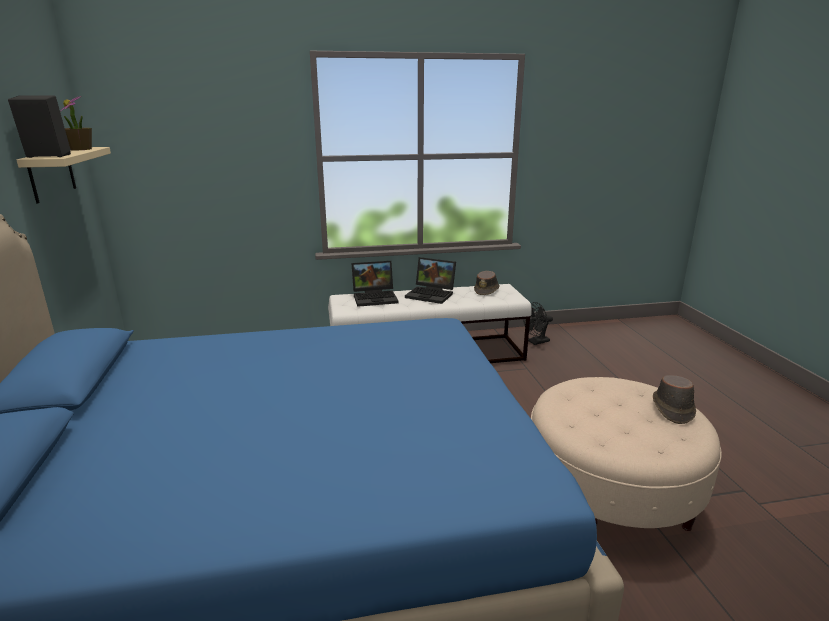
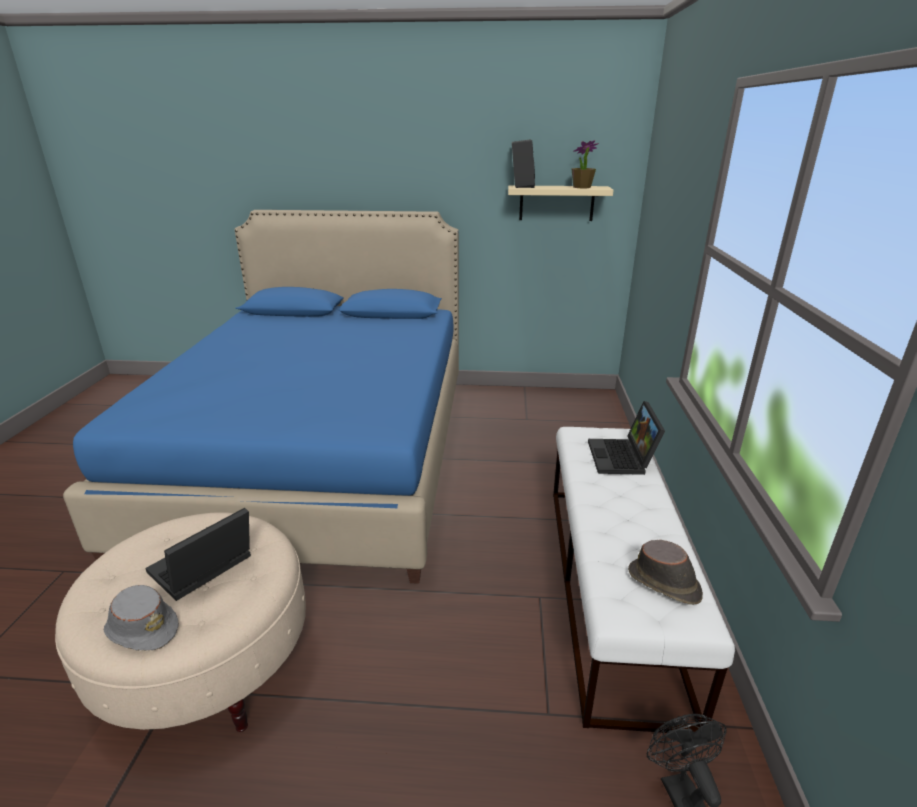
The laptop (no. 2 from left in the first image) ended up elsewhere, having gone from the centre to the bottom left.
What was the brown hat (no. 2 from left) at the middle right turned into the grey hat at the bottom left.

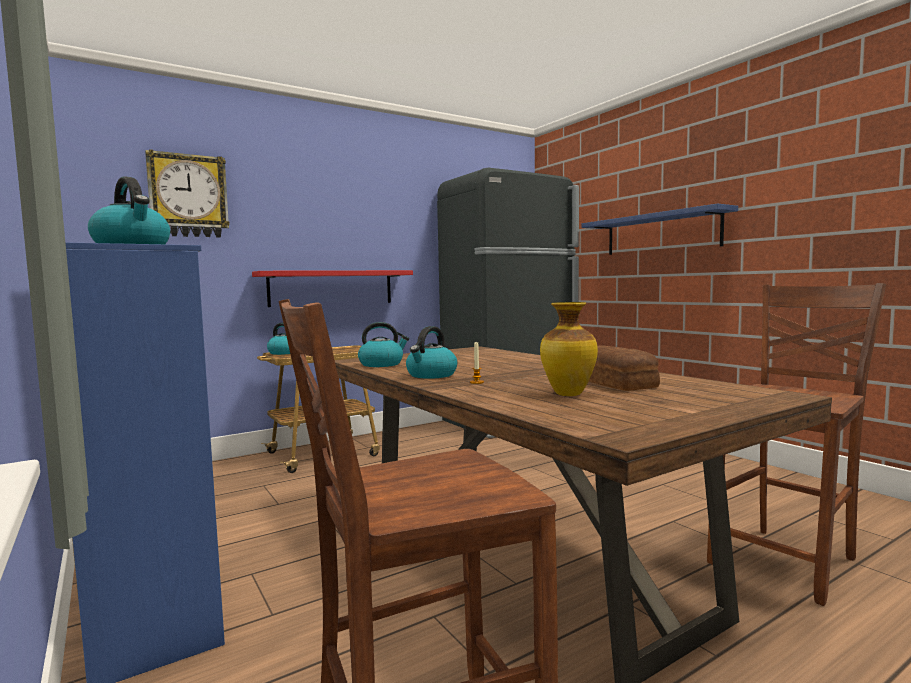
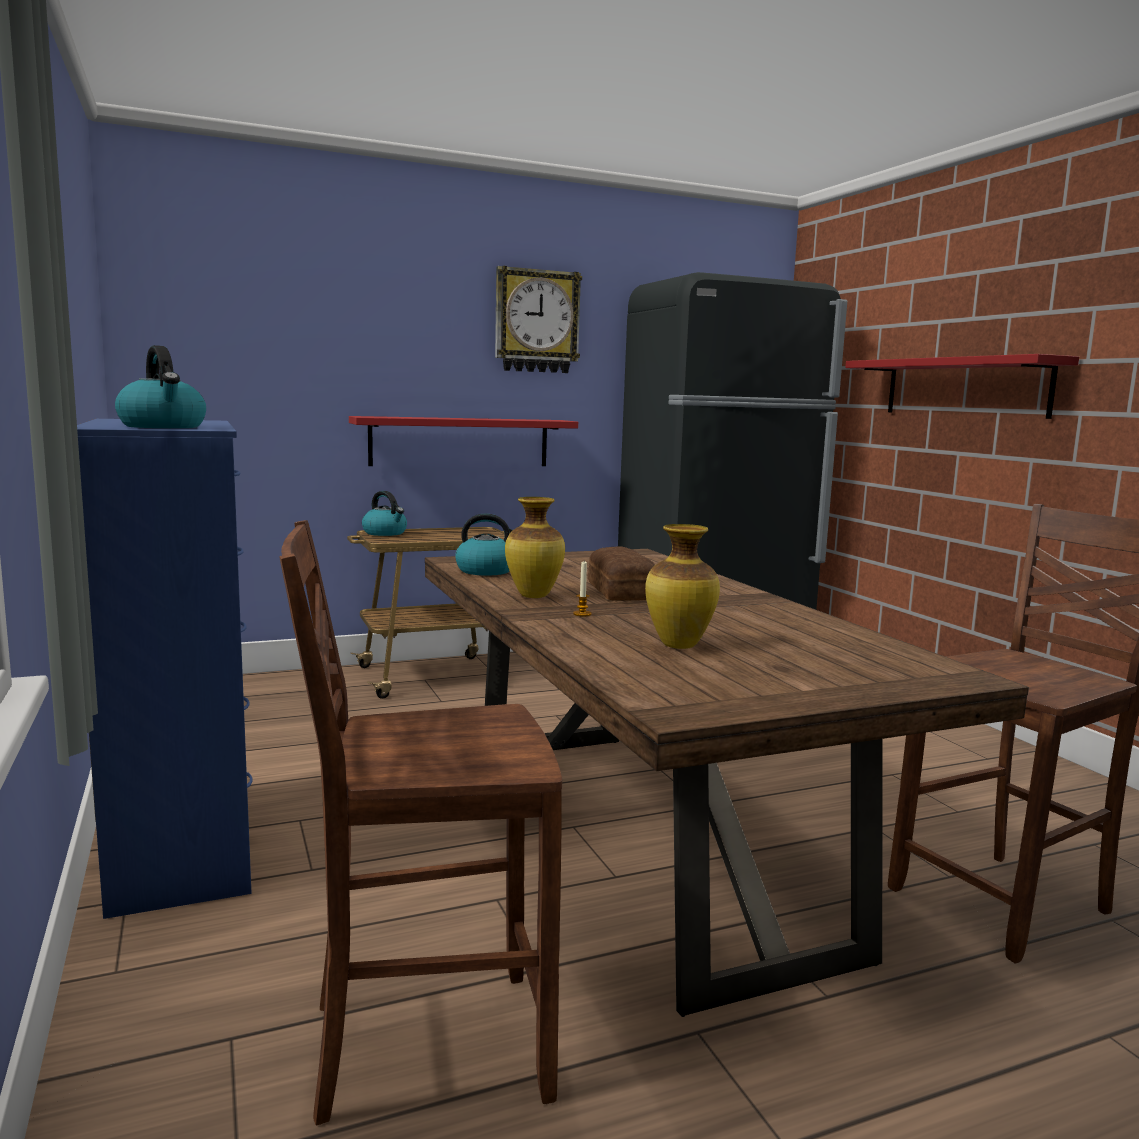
The clock on the wall ended up elsewhere, having gone from the top left to the top centre.
Where the tea kettle (no. 4 from left) stood at the centre, the decorative vase (no. 1 from left) came to stand at the centre.
What was the bluish shelf at the middle right turned into the red shelf (no. 2 from left) at the middle right.
The bread ended up elsewhere, having gone from the middle right to the centre.

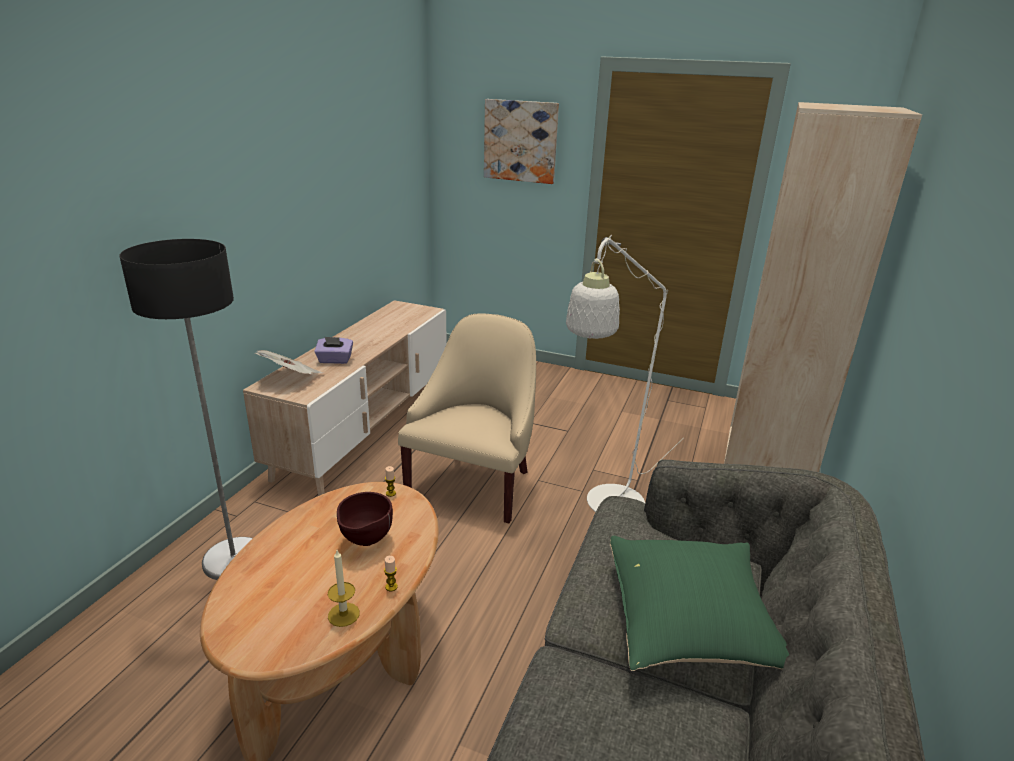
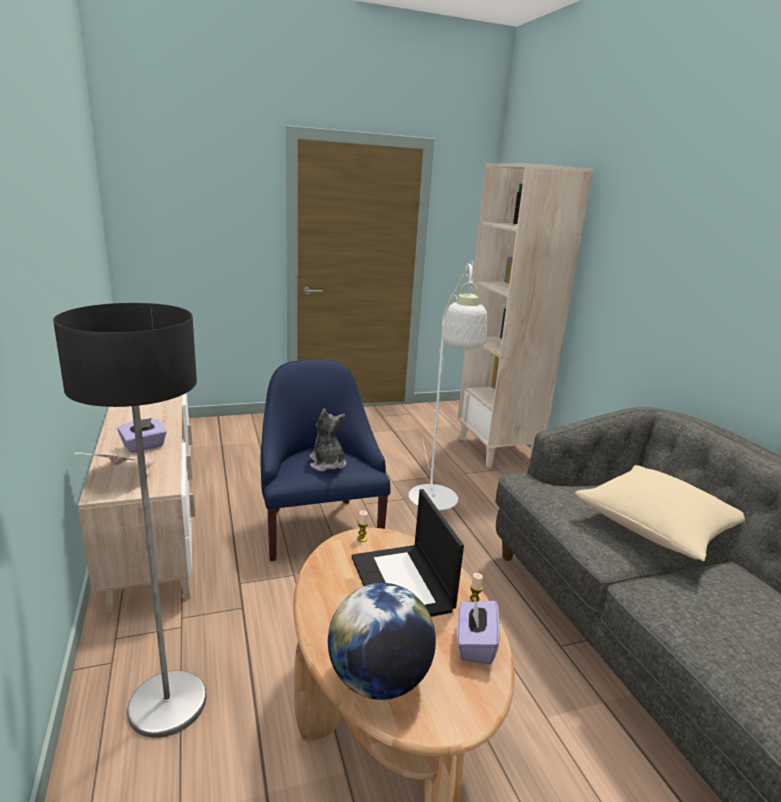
Where the candle (no. 1 from left) stood at the bottom centre, the purplish tissue box (no. 2 from left) came to stand at the bottom centre.
Where the brown deep dish stood at the bottom centre, the laptop came to stand at the bottom centre.
What was the beige-coloured easy chair at the centre turned into the bluish easy chair at the centre.
The second view lost the picture at the top centre.
What was the greenish pillow at the bottom right turned into the beige-coloured pillow at the middle right.
The second view gained the cuddly toy at the centre.
The second view gained the world globe at the bottom centre.

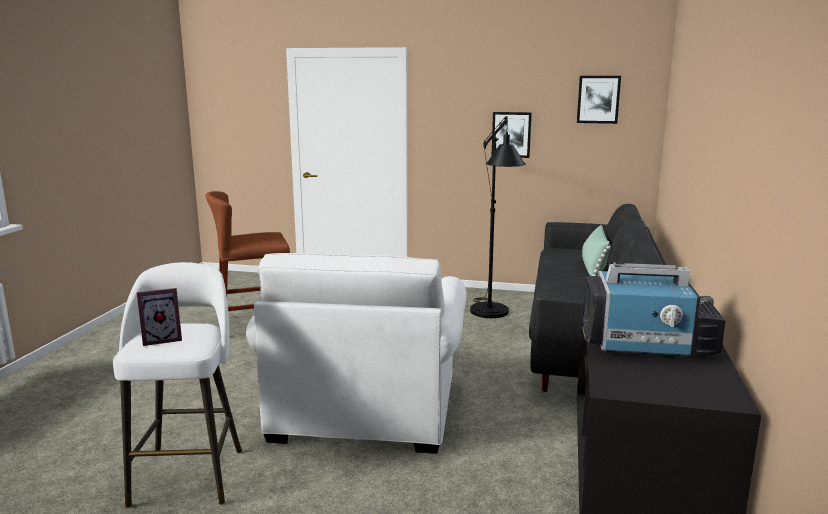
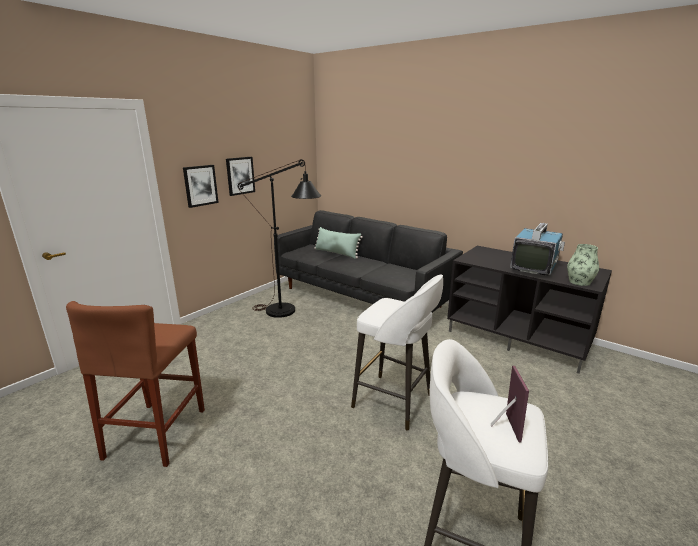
Where the whitish easy chair stood at the bottom centre, the whitish stool seat (no. 1 from left) came to stand at the centre.
The picture (no. 2 from left in the first image) ended up elsewhere, having gone from the top right to the middle left.
The second view gained the decorative vase at the middle right.

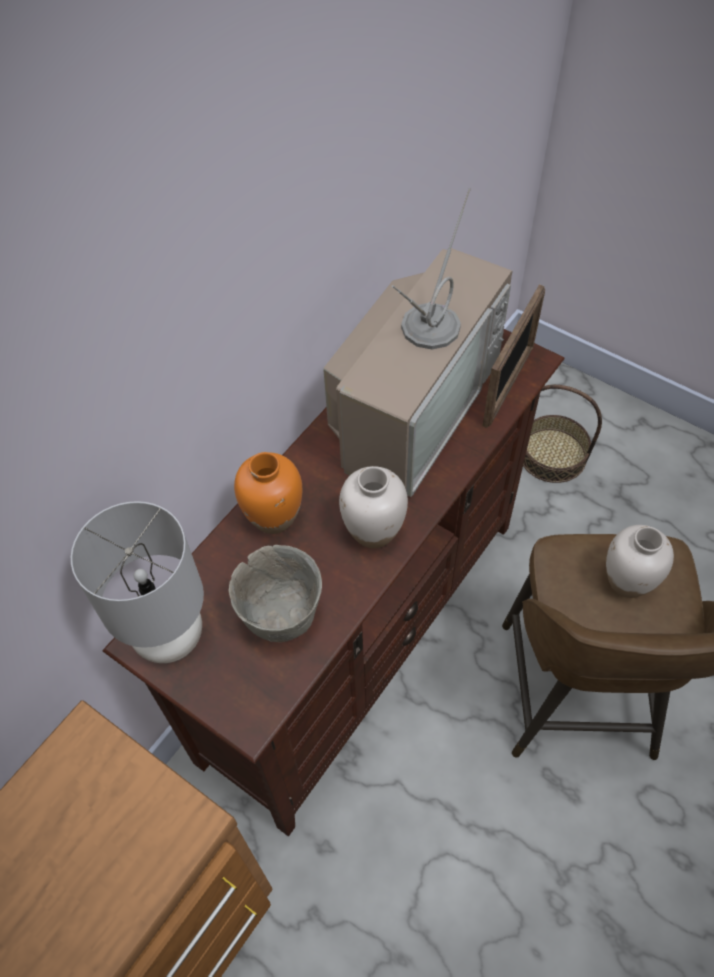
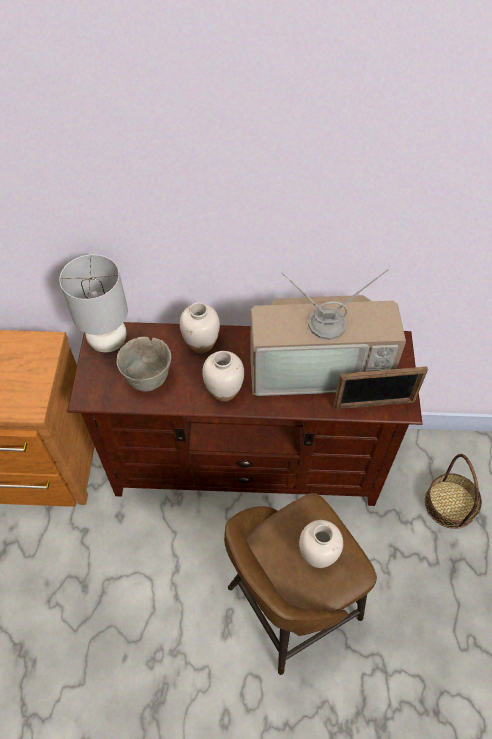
What was the orangey decorative vase at the centre turned into the whitish decorative vase (no. 1 from left) at the centre.

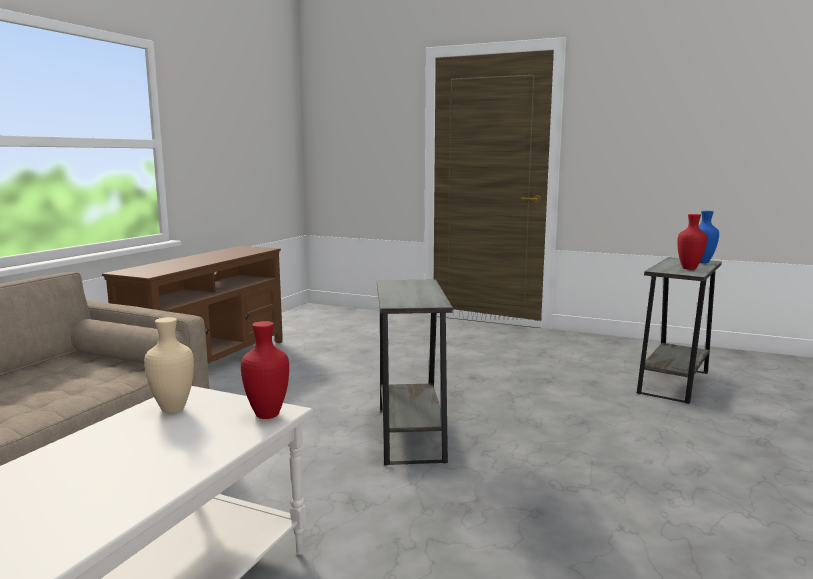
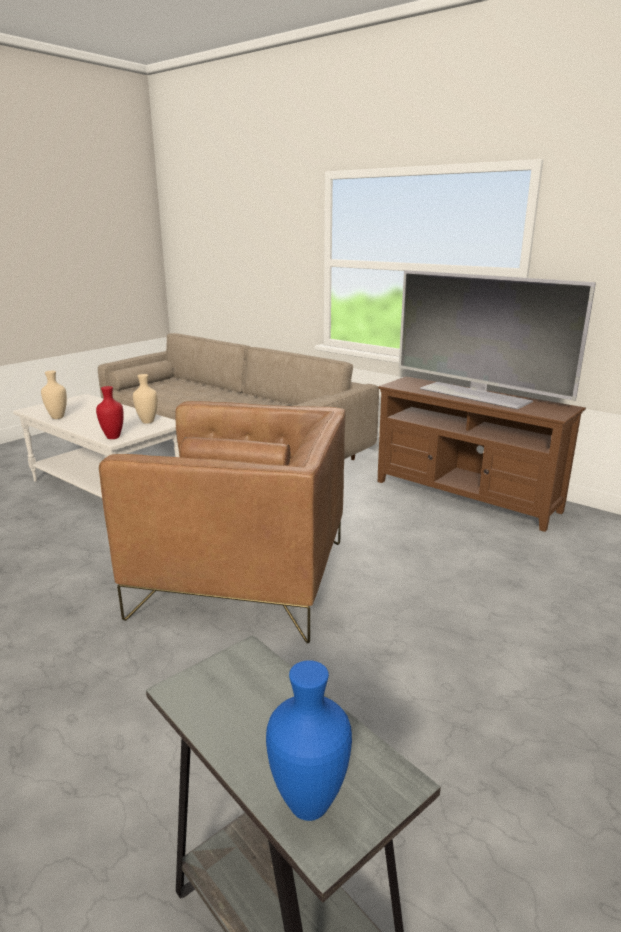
Where the grey end table (no. 1 from left) stood at the centre, the brown easy chair came to stand at the centre.
The second view lost the red decorative vase (no. 2 from left) at the middle right.
The second view gained the beige-coloured decorative vase (no. 1 from left) at the middle left.
The second view gained the TV set at the middle right.

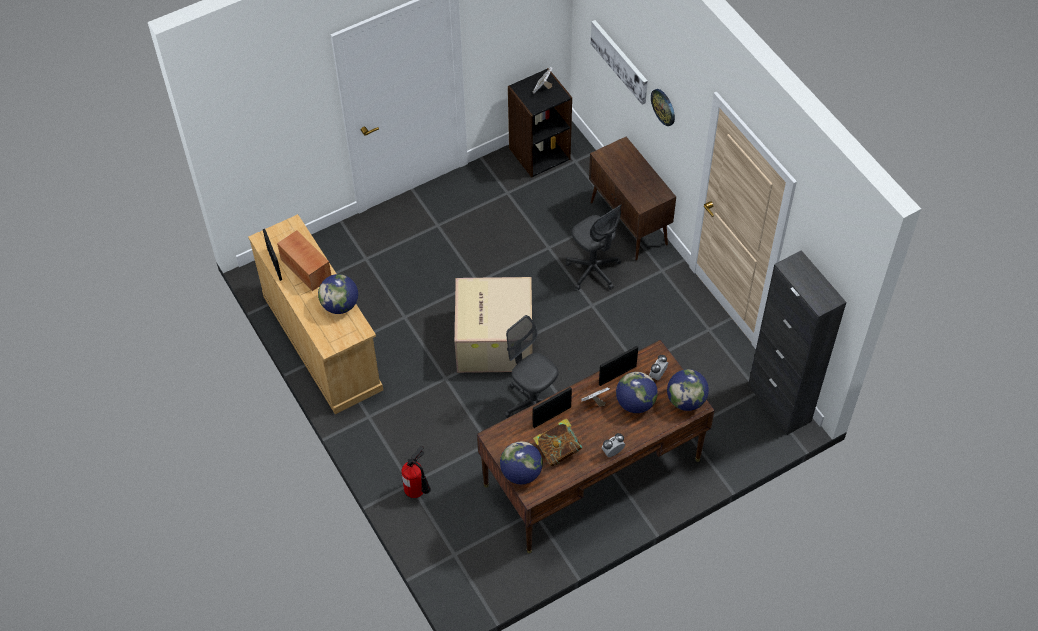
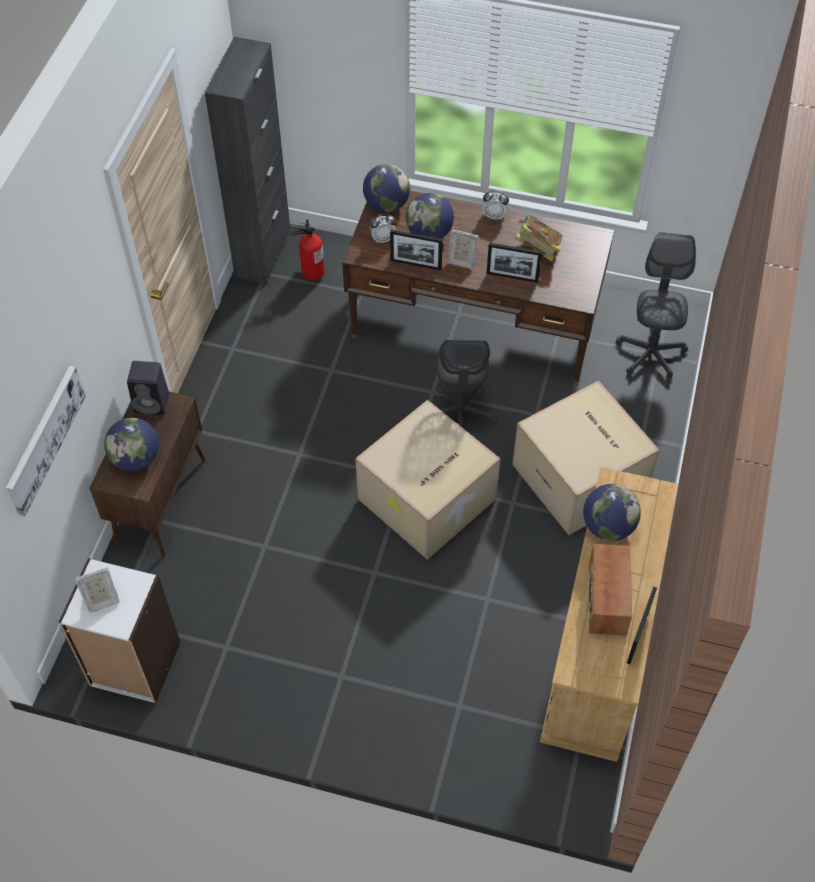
The fire-fighting cylinder ended up elsewhere, having gone from the bottom centre to the top centre.
The world globe (no. 2 from left in the first image) ended up elsewhere, having gone from the bottom centre to the middle left.
What was the black shelving unit at the top centre turned into the whitish shelving unit at the bottom left.
The grey desk chair (no. 2 from left) ended up elsewhere, having gone from the centre to the middle right.
The second view lost the clock on the wall at the top centre.
The second view gained the black audio speaker at the middle left.
The second view gained the packing box (no. 2 from left) at the middle right.

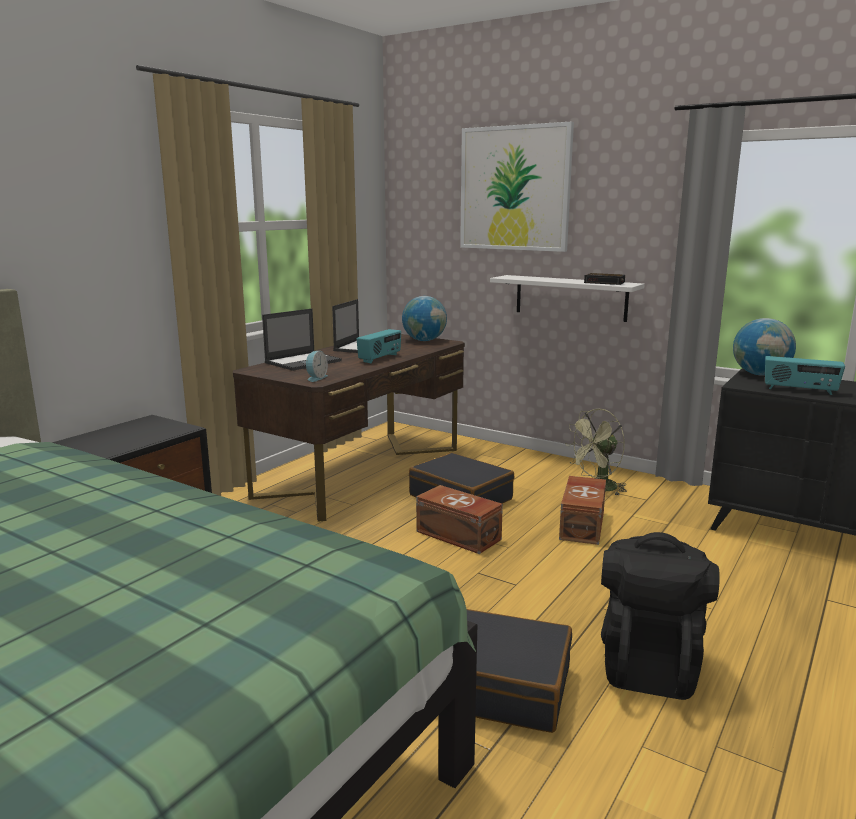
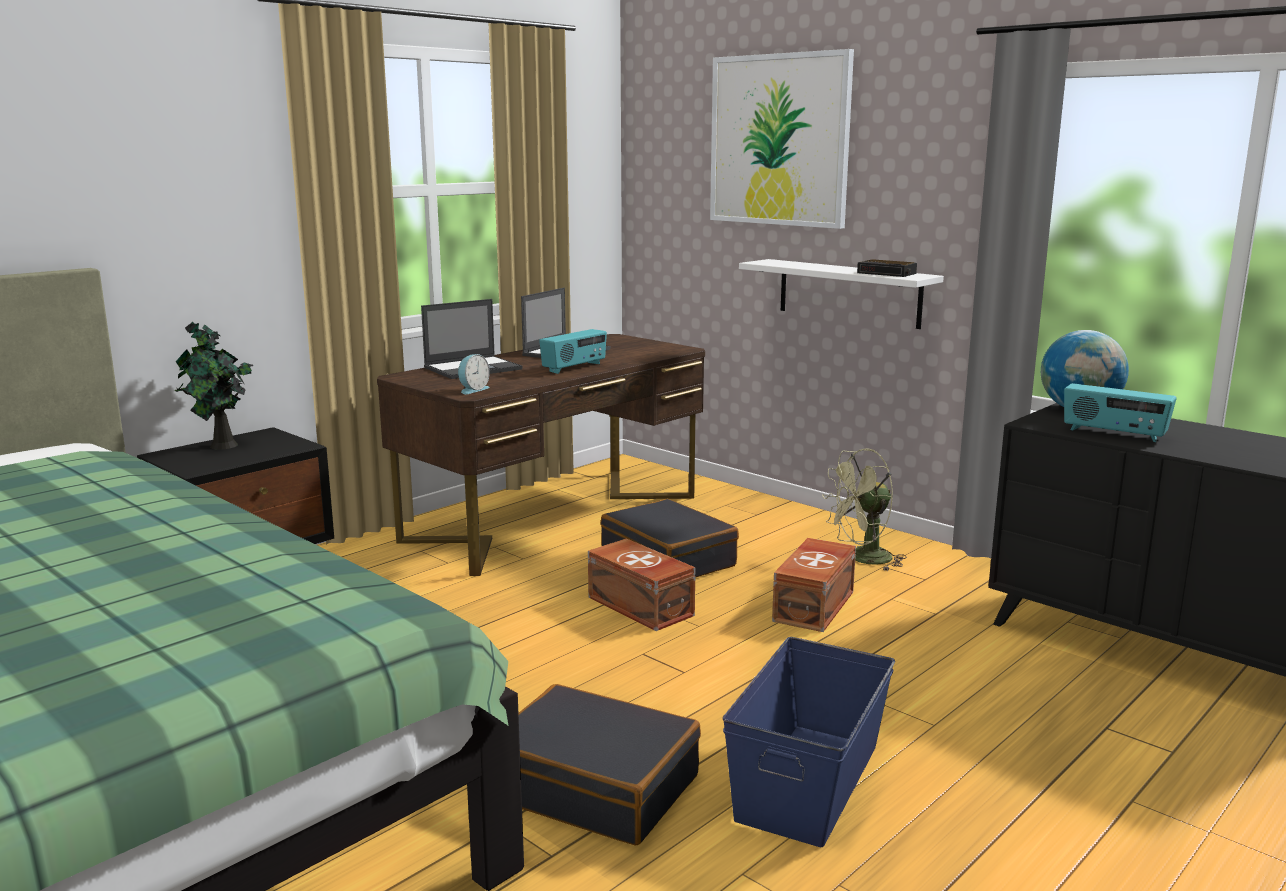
The second view lost the world globe (no. 1 from left) at the centre.
Where the black backpack stood at the bottom right, the bluish storage box came to stand at the bottom centre.
The second view gained the potted plant at the middle left.

